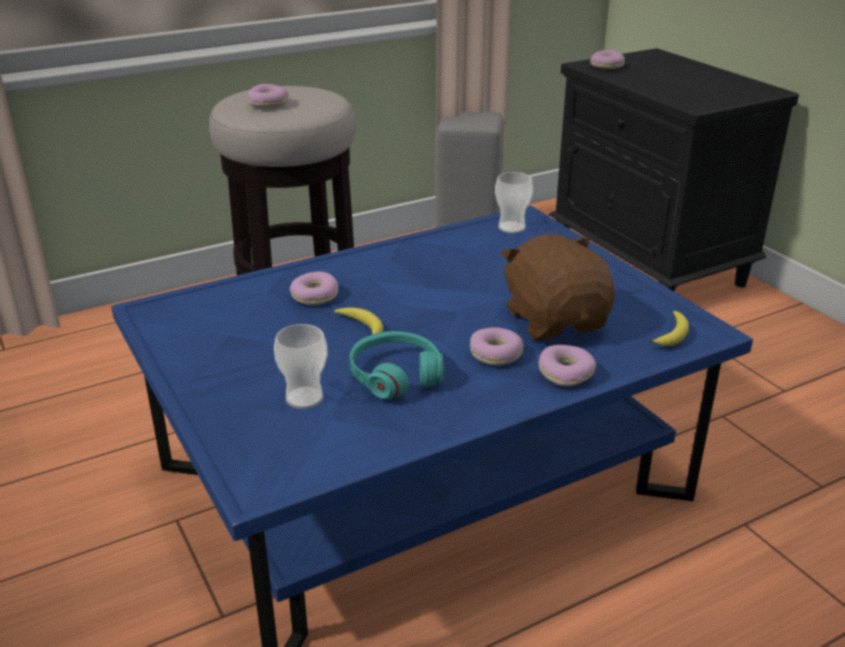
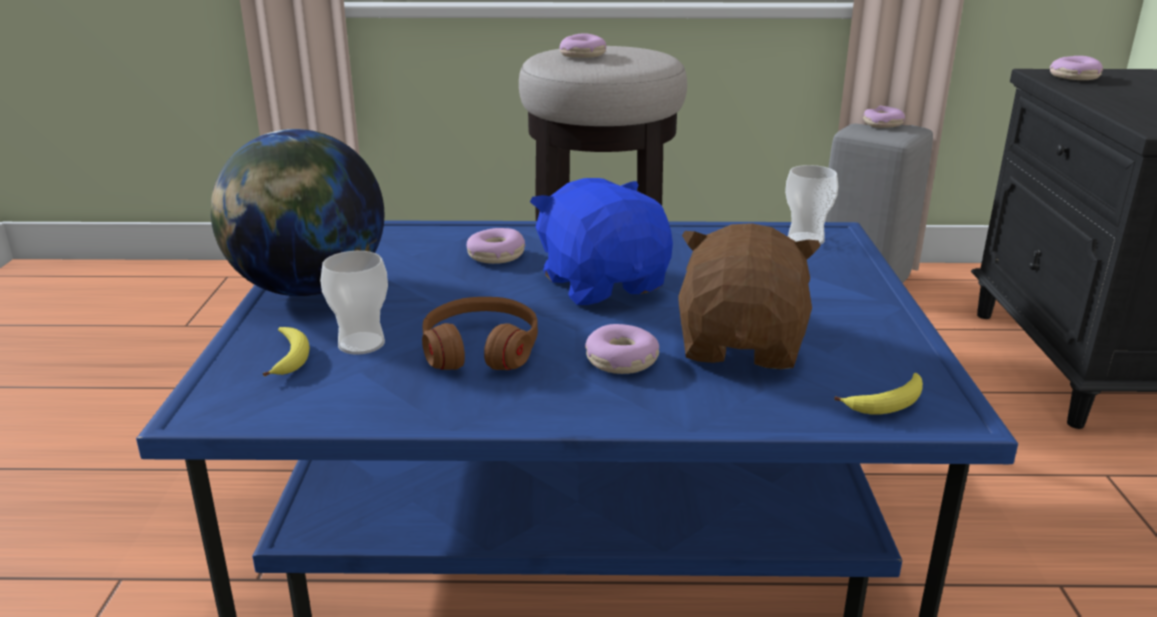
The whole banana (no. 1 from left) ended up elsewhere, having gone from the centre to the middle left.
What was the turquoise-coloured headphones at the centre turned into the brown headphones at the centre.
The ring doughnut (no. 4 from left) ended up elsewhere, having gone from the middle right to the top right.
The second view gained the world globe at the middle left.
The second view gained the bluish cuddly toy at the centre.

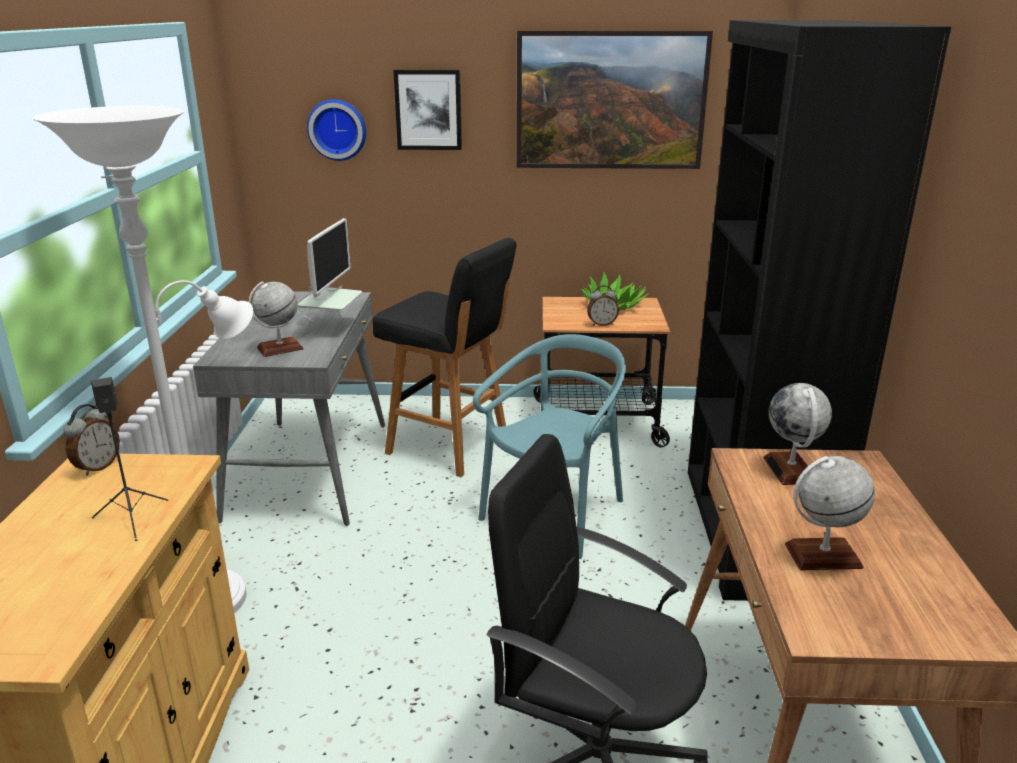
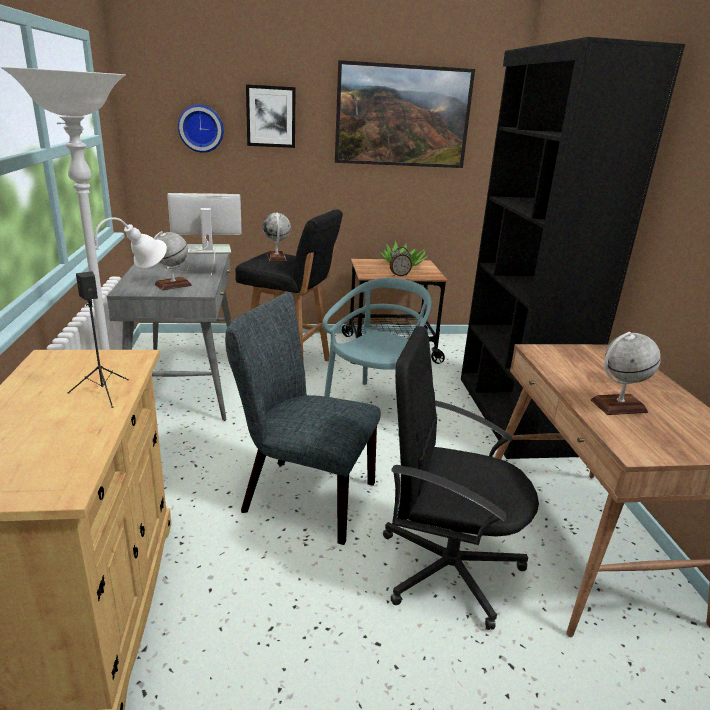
The second view lost the bedside clock (no. 1 from left) at the middle left.
The computer screen at the middle left ended up facing another way, 105 degrees counterclockwise from before.
The world globe (no. 2 from left) ended up elsewhere, having gone from the middle right to the top centre.
The second view gained the grey chair at the centre.

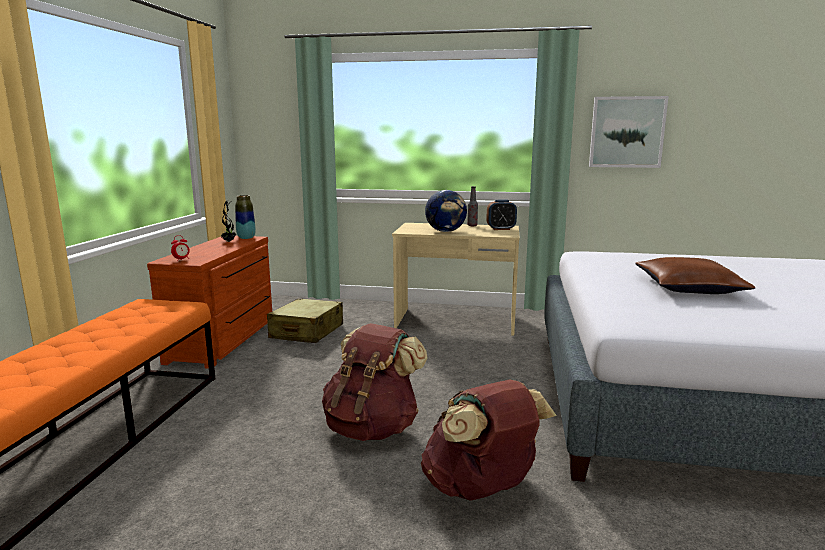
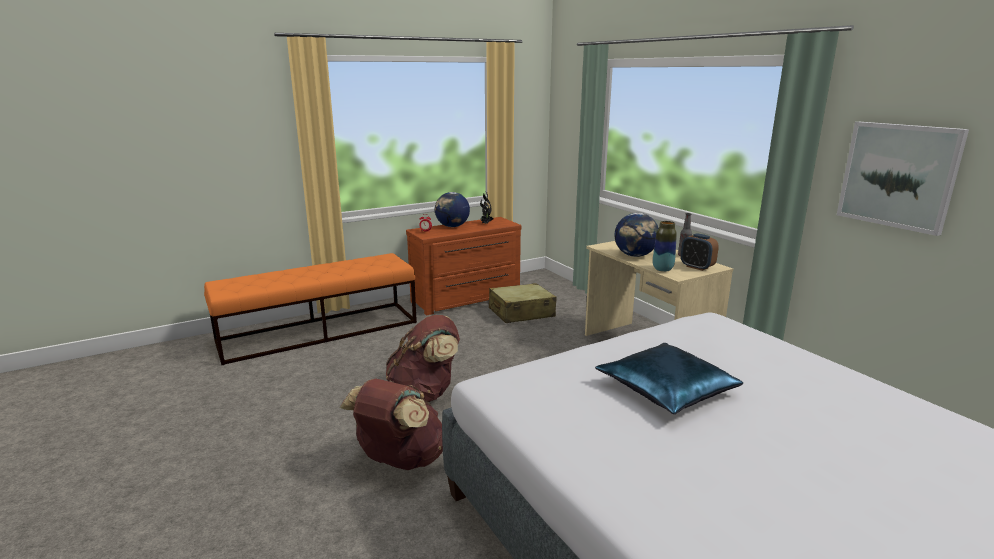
The decorative vase ended up elsewhere, having gone from the middle left to the middle right.
What was the brown pillow at the middle right turned into the bluish pillow at the bottom right.
The second view gained the world globe (no. 1 from left) at the centre.

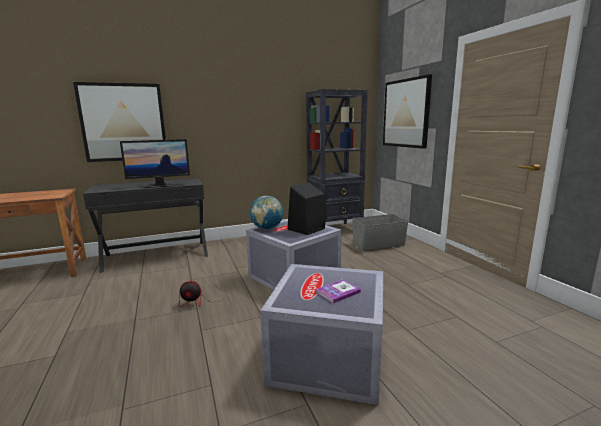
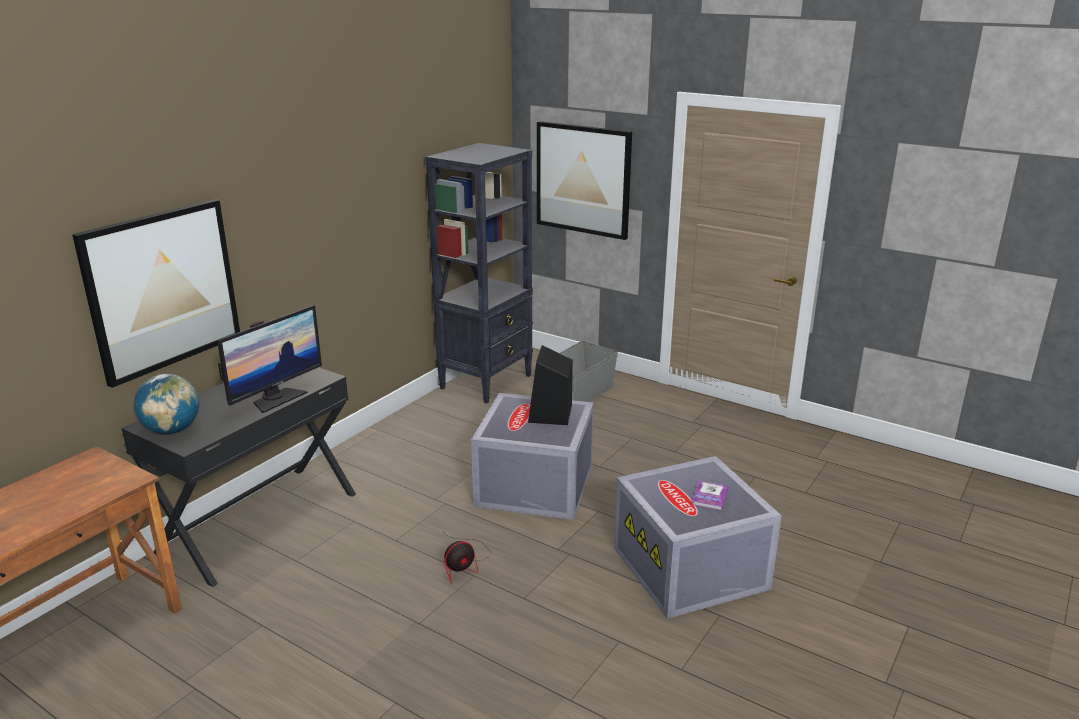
The world globe ended up elsewhere, having gone from the centre to the middle left.

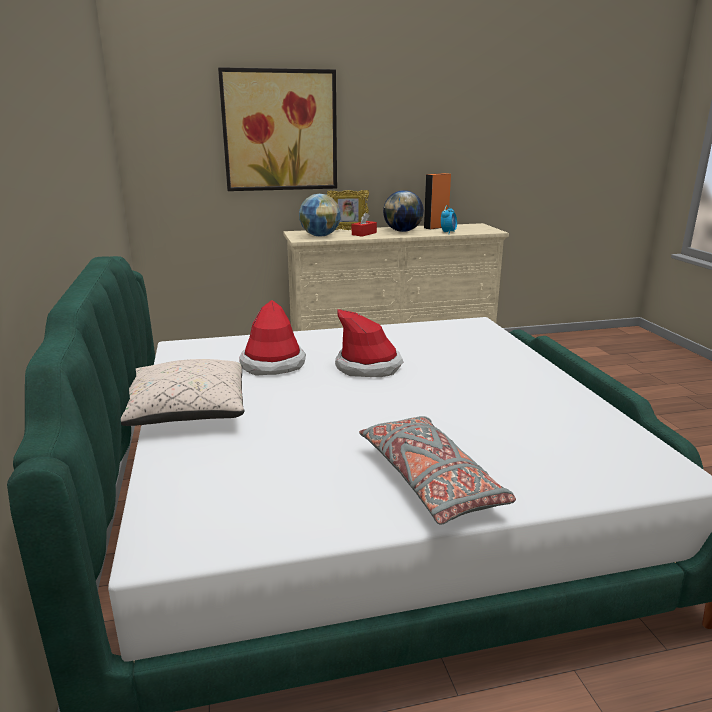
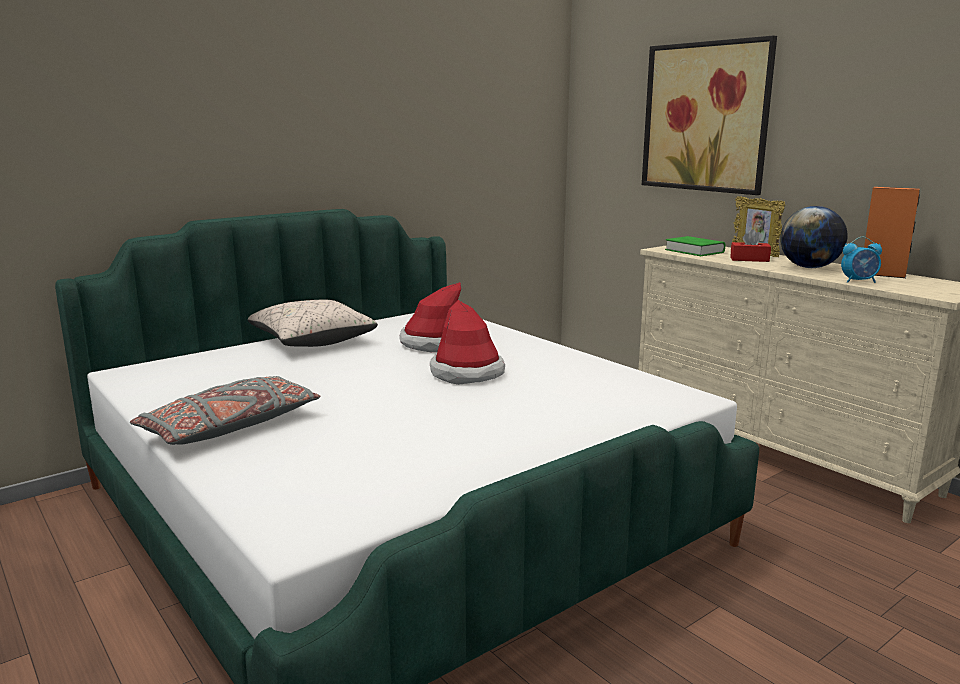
Where the world globe (no. 1 from left) stood at the top centre, the greenish volume came to stand at the middle right.

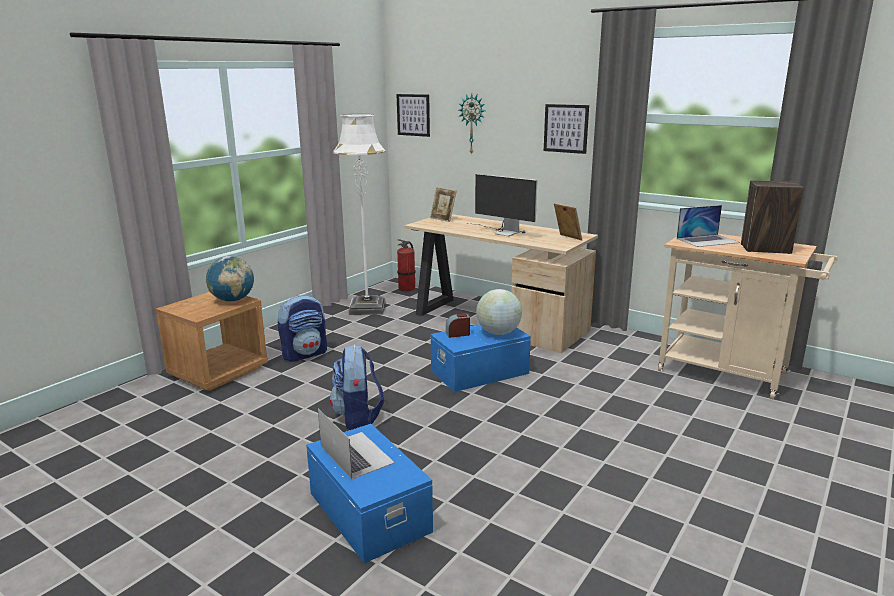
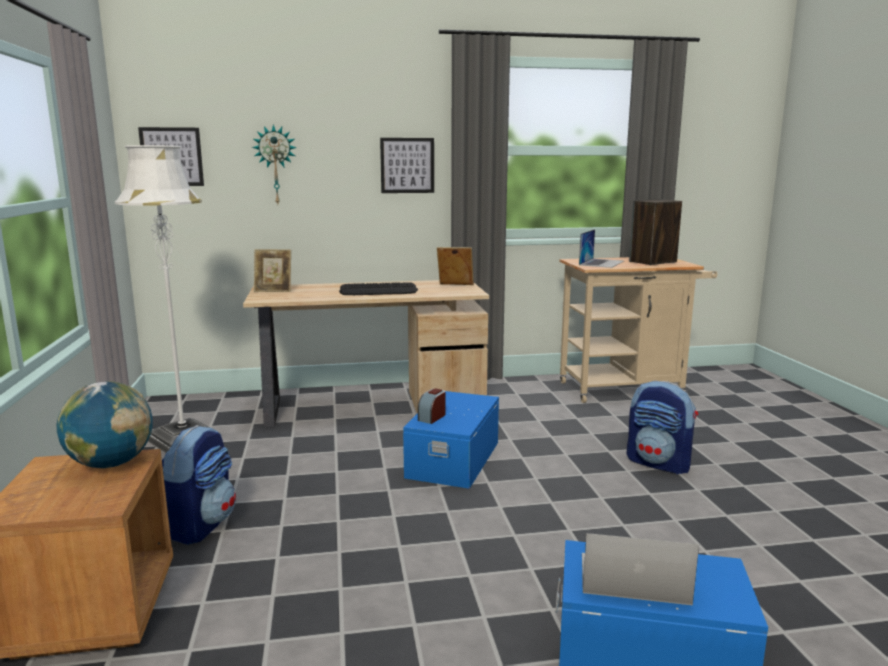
The backpack (no. 2 from left) ended up elsewhere, having gone from the centre to the middle right.
The second view lost the fire-fighting cylinder at the centre.
Where the computer screen stood at the centre, the computer keyboard came to stand at the centre.
The second view lost the world globe (no. 2 from left) at the centre.

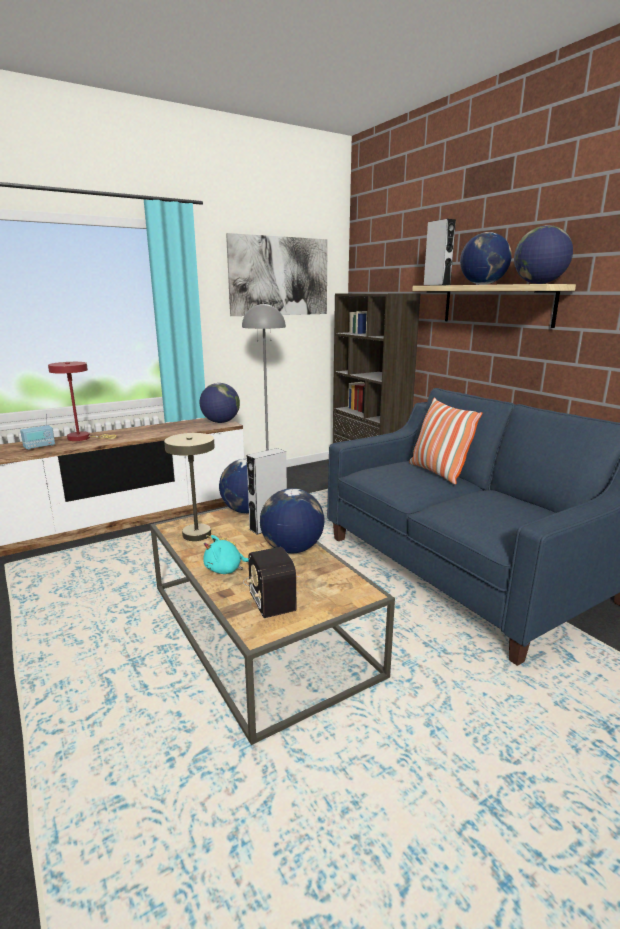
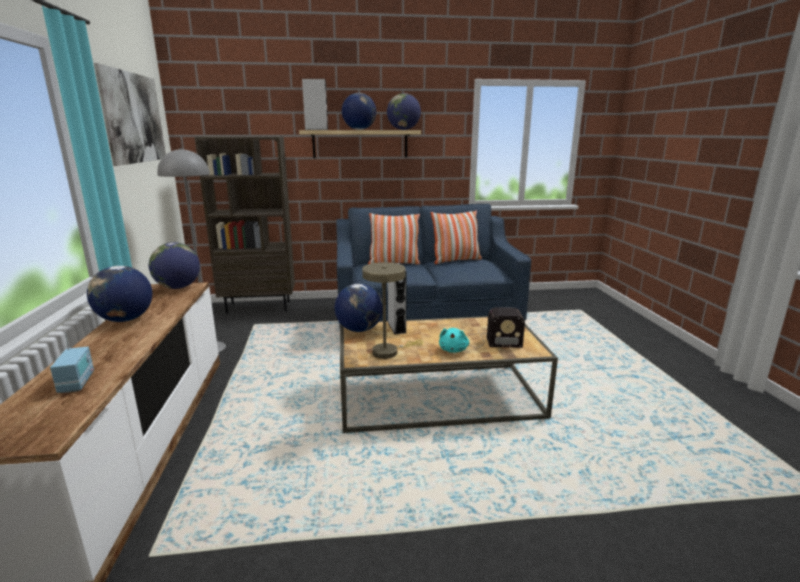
The second view lost the red tabletop lamp at the middle left.
The world globe (no. 3 from left in the first image) ended up elsewhere, having gone from the centre to the middle left.
The second view gained the pillow (no. 2 from left) at the centre.

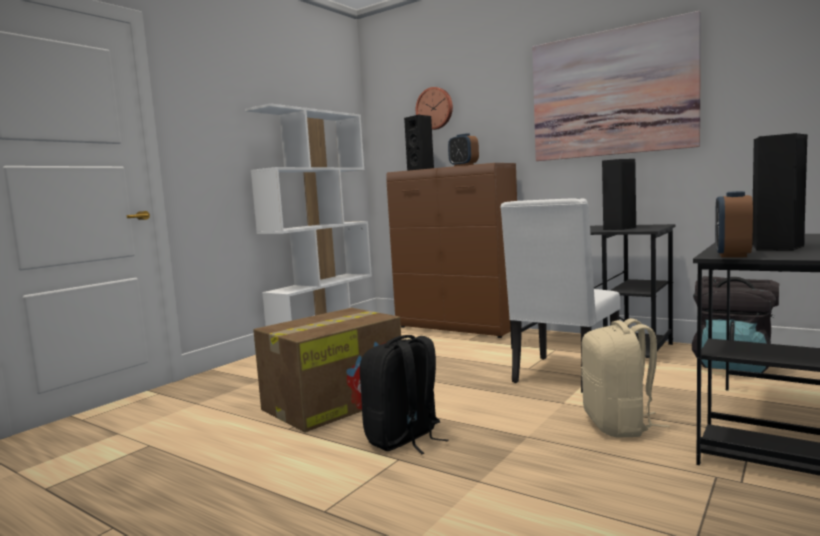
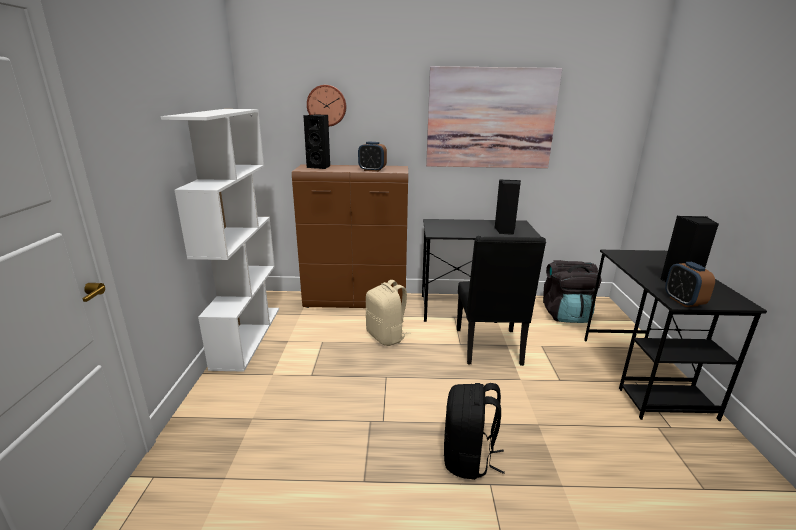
The second view lost the packing box at the bottom centre.
What was the whitish chair at the middle right turned into the black chair at the centre.
The beige-coloured backpack ended up elsewhere, having gone from the bottom right to the centre.

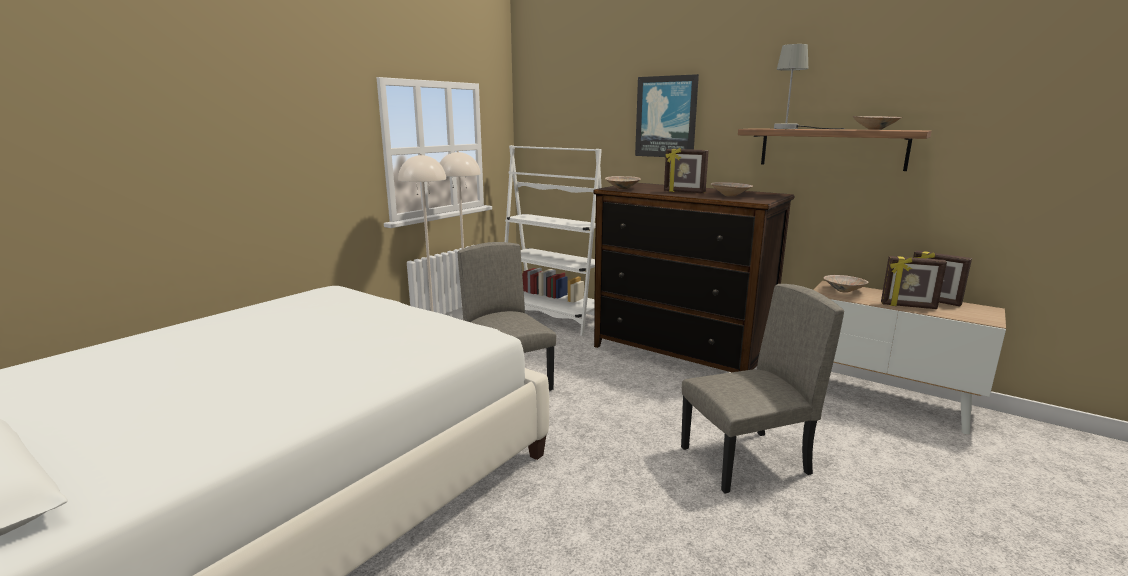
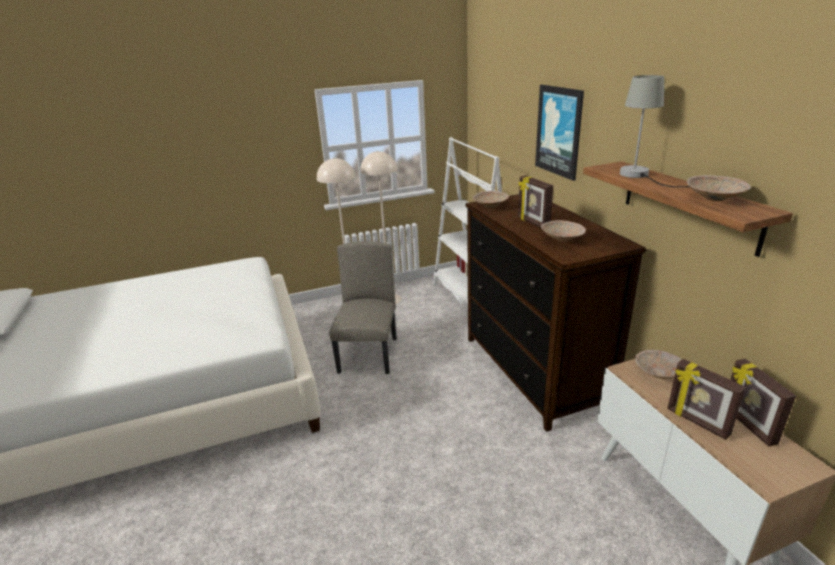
The second view lost the beige-coloured chair (no. 2 from left) at the bottom right.

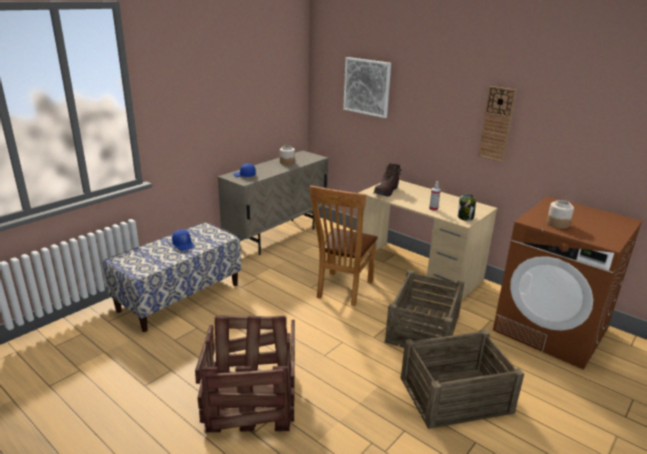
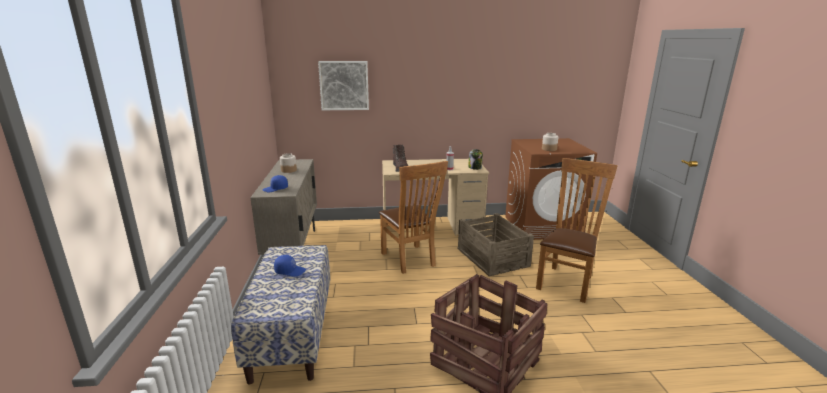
Where the crate (no. 3 from left) stood at the bottom right, the brown chair (no. 2 from left) came to stand at the middle right.
The second view lost the clock on the wall at the top right.

